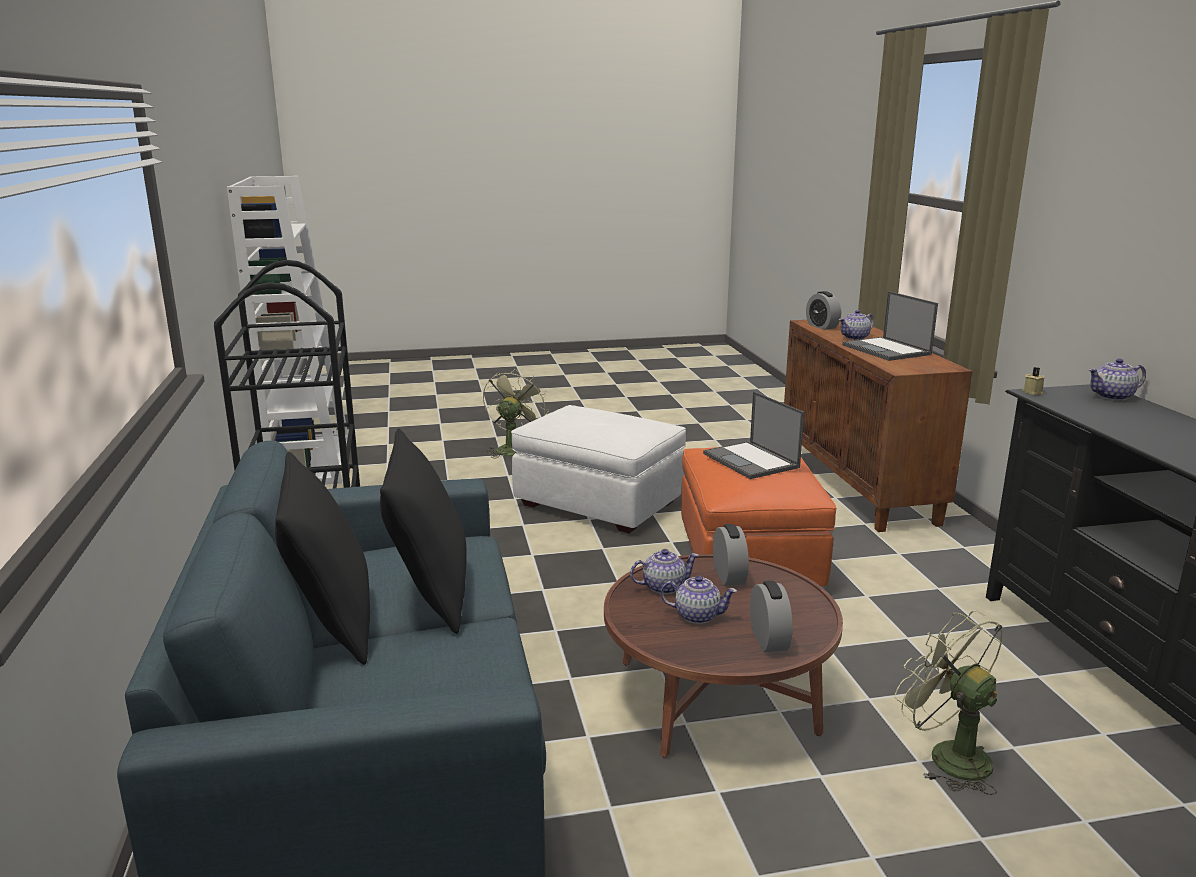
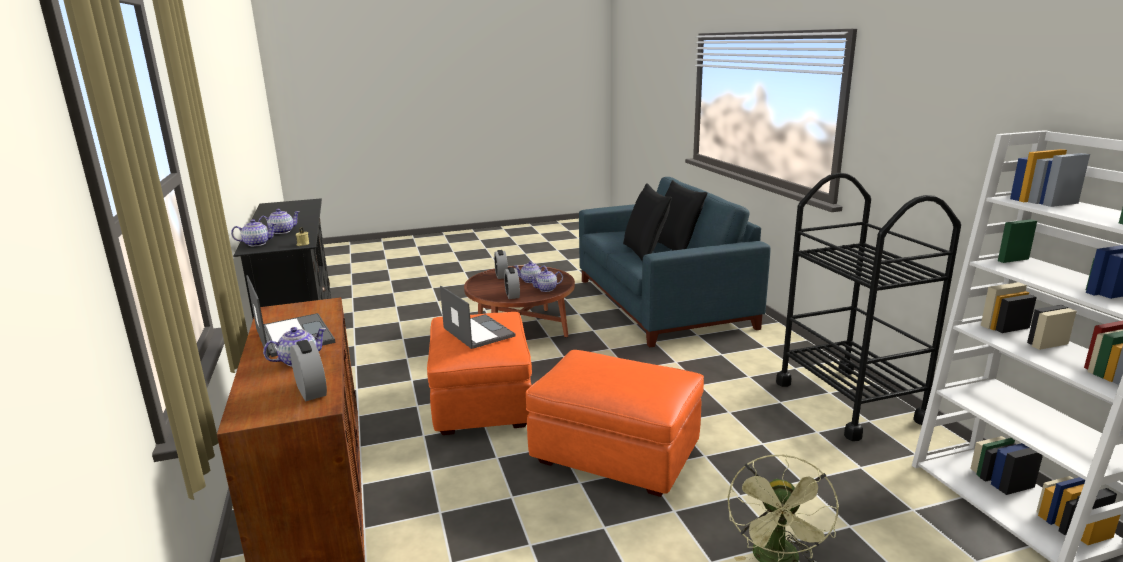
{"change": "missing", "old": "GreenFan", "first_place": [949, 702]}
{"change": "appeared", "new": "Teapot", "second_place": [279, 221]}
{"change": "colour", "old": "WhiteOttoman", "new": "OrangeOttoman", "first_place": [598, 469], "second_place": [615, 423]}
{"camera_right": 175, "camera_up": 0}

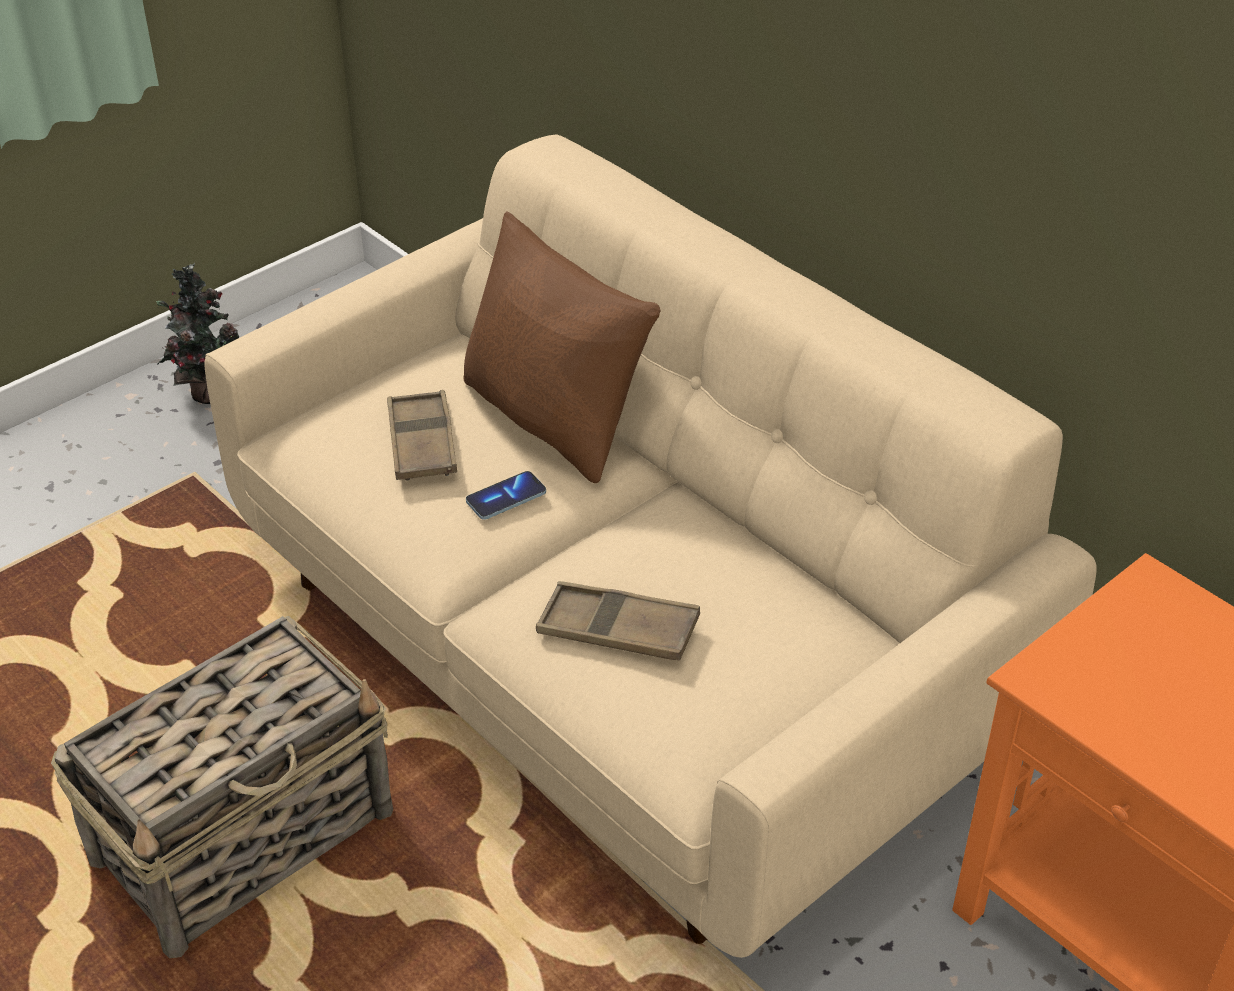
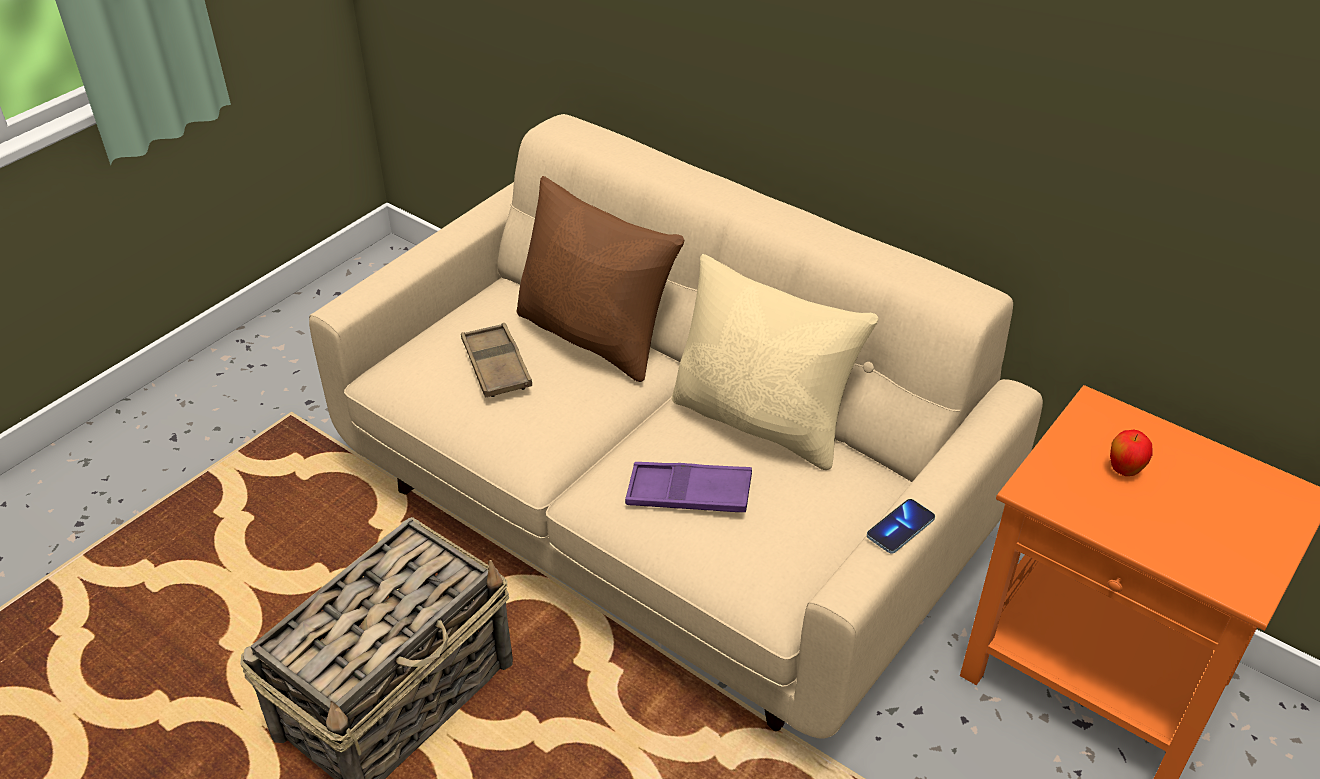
{"change": "missing", "old": "PottedPlant", "first_place": [197, 333]}
{"change": "appeared", "new": "BeigePillow", "second_place": [775, 362]}
{"change": "appeared", "new": "Apple", "second_place": [1131, 452]}
{"change": "relocated", "old": "Phone", "first_place": [506, 495], "second_place": [901, 526]}
{"change": "colour", "old": "BrownTray", "new": "PurpleTray", "first_place": [618, 621], "second_place": [688, 487]}
{"camera_right": -10, "camera_up": 0}

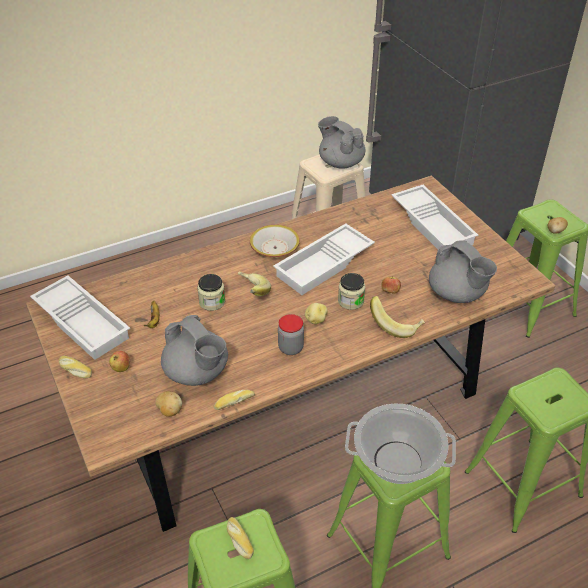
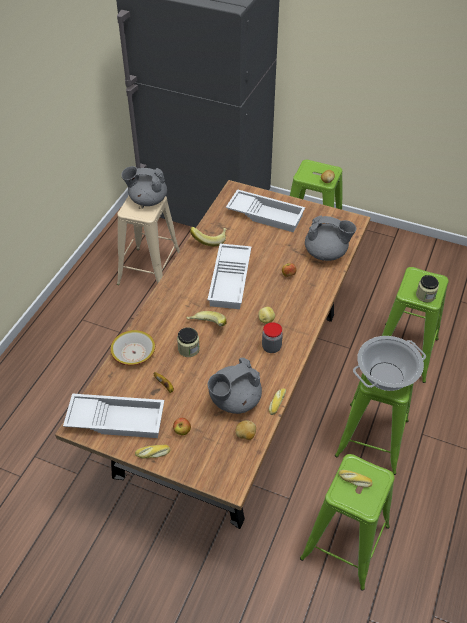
{"change": "relocated", "old": "Bowl", "first_place": [275, 241], "second_place": [132, 347]}
{"change": "relocated", "old": "Jar", "first_place": [351, 291], "second_place": [427, 288]}
{"change": "relocated", "old": "Banana", "first_place": [397, 317], "second_place": [208, 237]}
{"change": "spun", "old": "GreyTeapot", "first_place": [194, 350], "second_place": [234, 386], "degrees": 135}
{"camera_right": -40, "camera_up": 5}

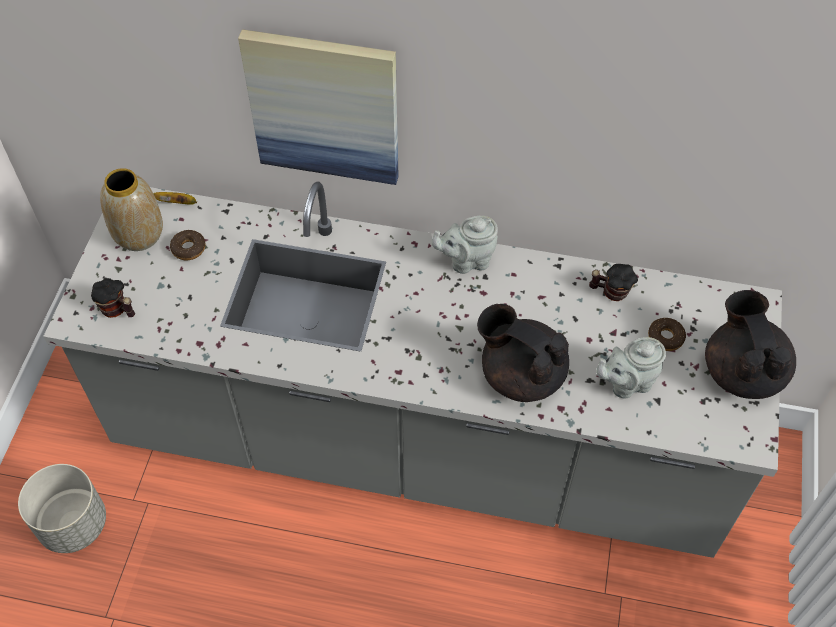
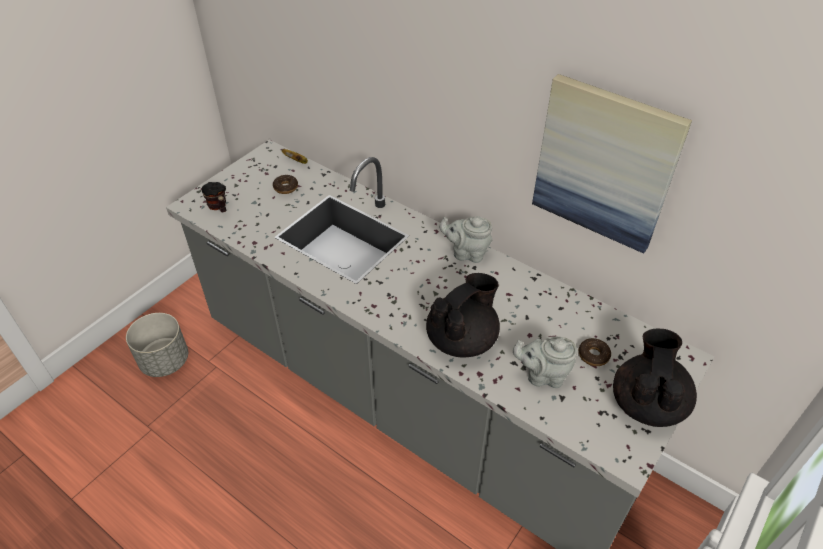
{"change": "missing", "old": "Vase", "first_place": [131, 209]}
{"change": "missing", "old": "Mug", "first_place": [613, 282]}
{"change": "relocated", "old": "Picture", "first_place": [318, 107], "second_place": [612, 164]}
{"change": "spun", "old": "BlackTeapot", "first_place": [523, 353], "second_place": [463, 315], "degrees": 75}
{"camera_right": 25, "camera_up": -10}

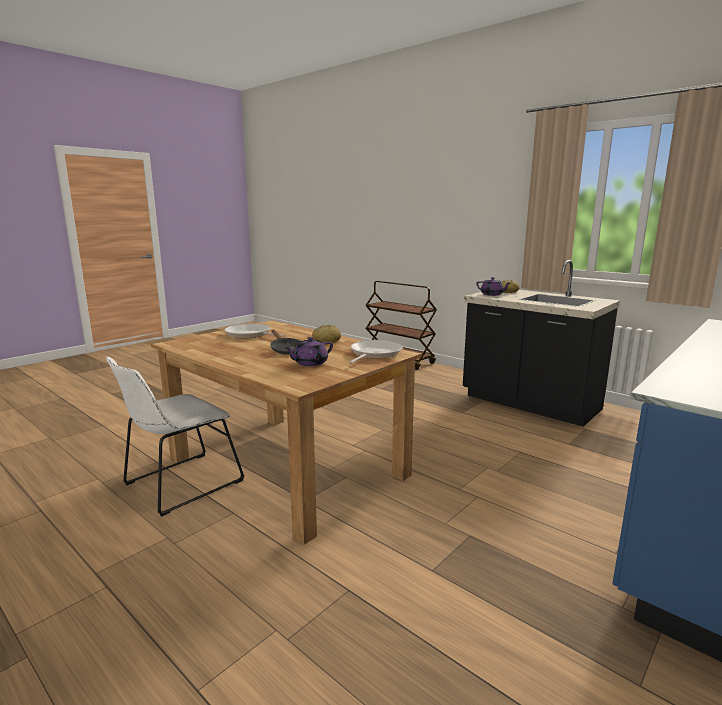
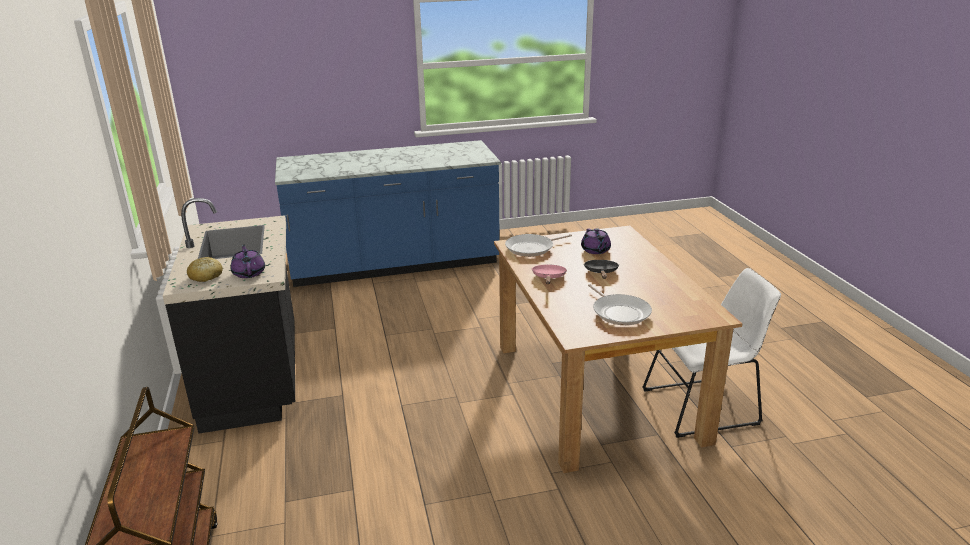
{"change": "exchanged", "old": "Bread", "new": "PinkFryingPan", "first_place": [326, 334], "second_place": [549, 274]}
{"change": "spun", "old": "PurpleTeapot", "first_place": [308, 351], "second_place": [596, 241], "degrees": 75}
{"camera_right": -145, "camera_up": 10}

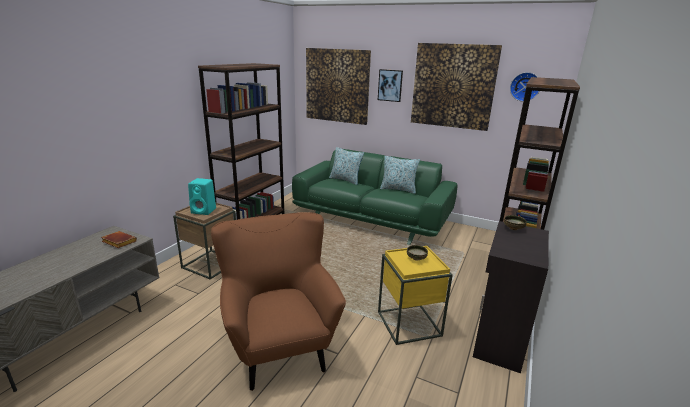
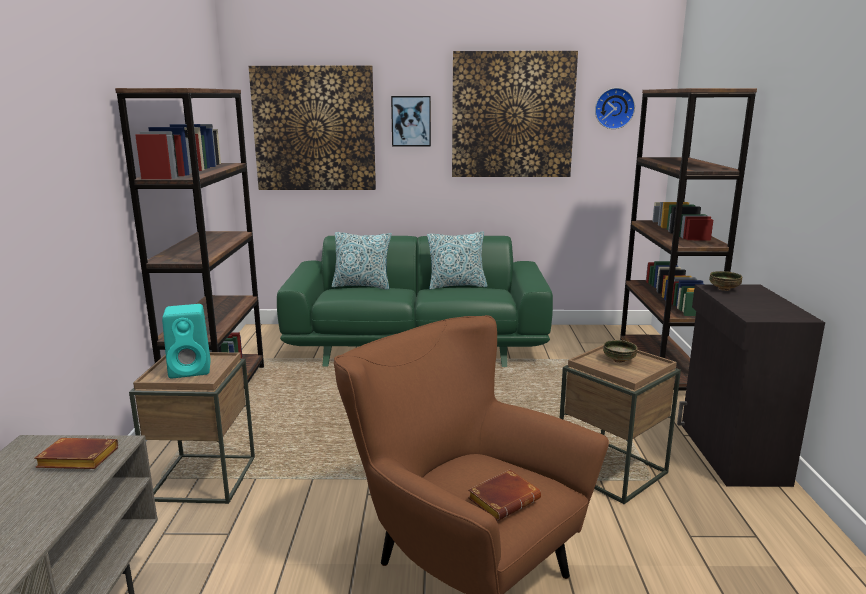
{"change": "appeared", "new": "BrownBook", "second_place": [504, 495]}
{"change": "colour", "old": "YellowSideTable", "new": "BrownSideTable", "first_place": [415, 295], "second_place": [620, 424]}
{"camera_right": -25, "camera_up": -5}

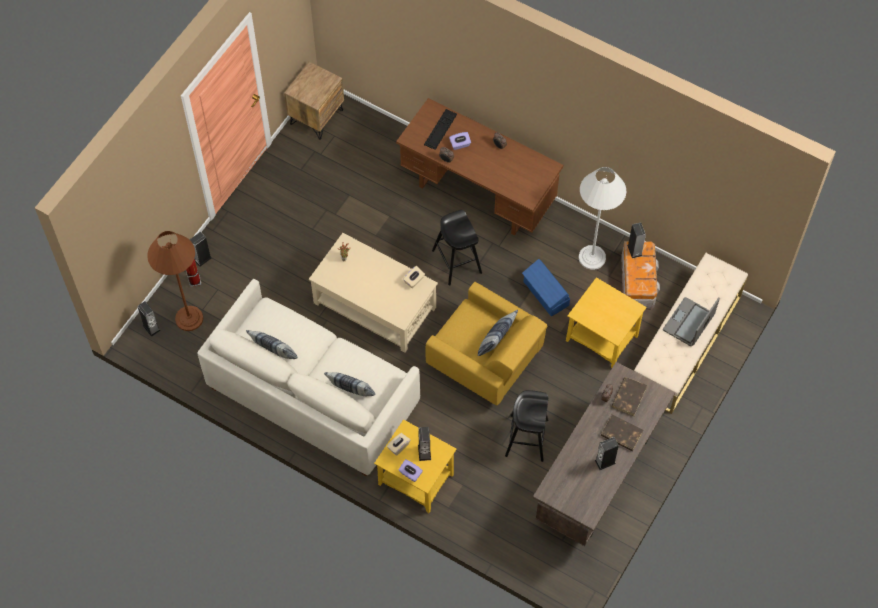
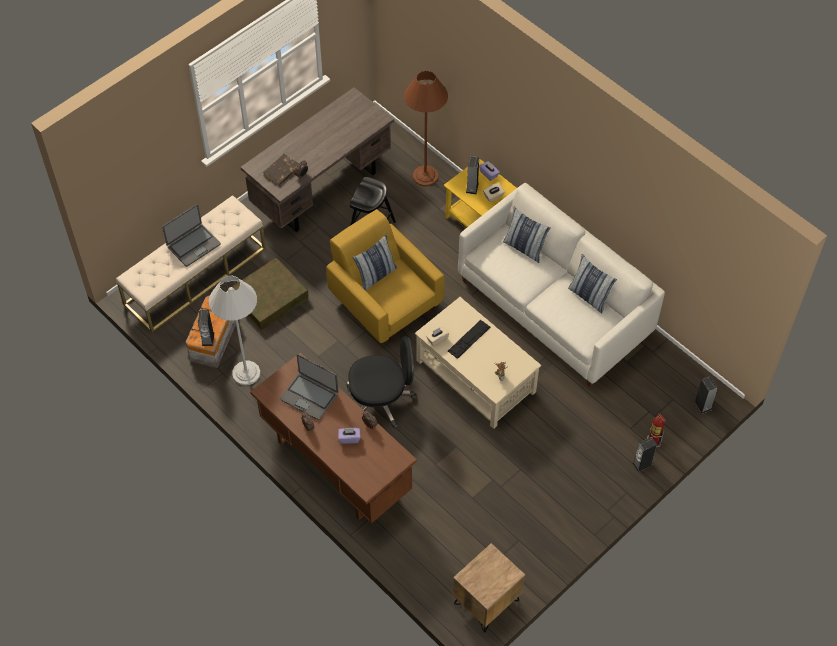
{"change": "missing", "old": "BlueStorageBox", "first_place": [546, 288]}
{"change": "missing", "old": "Speaker", "first_place": [607, 453]}
{"change": "missing", "old": "BrownBook", "first_place": [622, 433]}
{"change": "appeared", "new": "Laptop", "second_place": [309, 387]}
{"change": "relocated", "old": "BrownFloorLamp", "first_place": [175, 281], "second_place": [426, 128]}
{"change": "relocated", "old": "Keyboard", "first_place": [440, 129], "second_place": [469, 339]}
{"change": "exchanged", "old": "BlackStool", "new": "BlackOfficeChair", "first_place": [457, 247], "second_place": [382, 382]}
{"change": "exchanged", "old": "YellowSideTable", "new": "BrownStorageBox", "first_place": [606, 322], "second_place": [270, 294]}
{"camera_right": -165, "camera_up": -5}

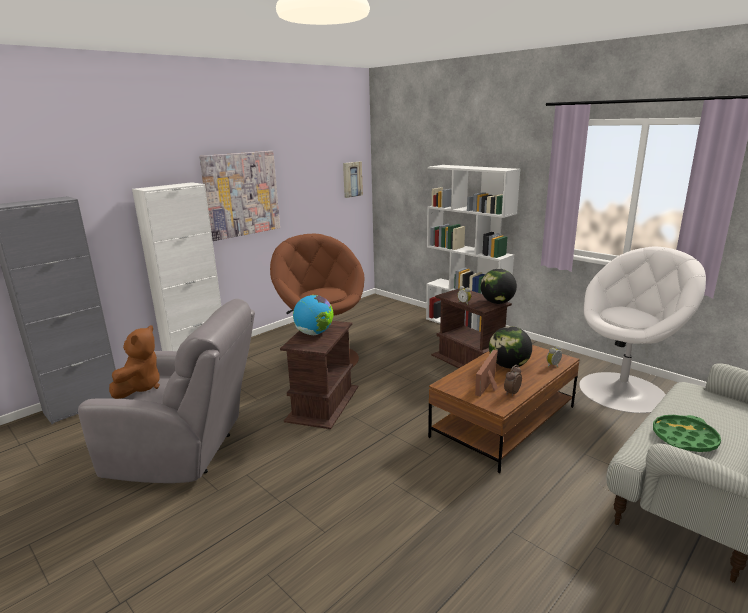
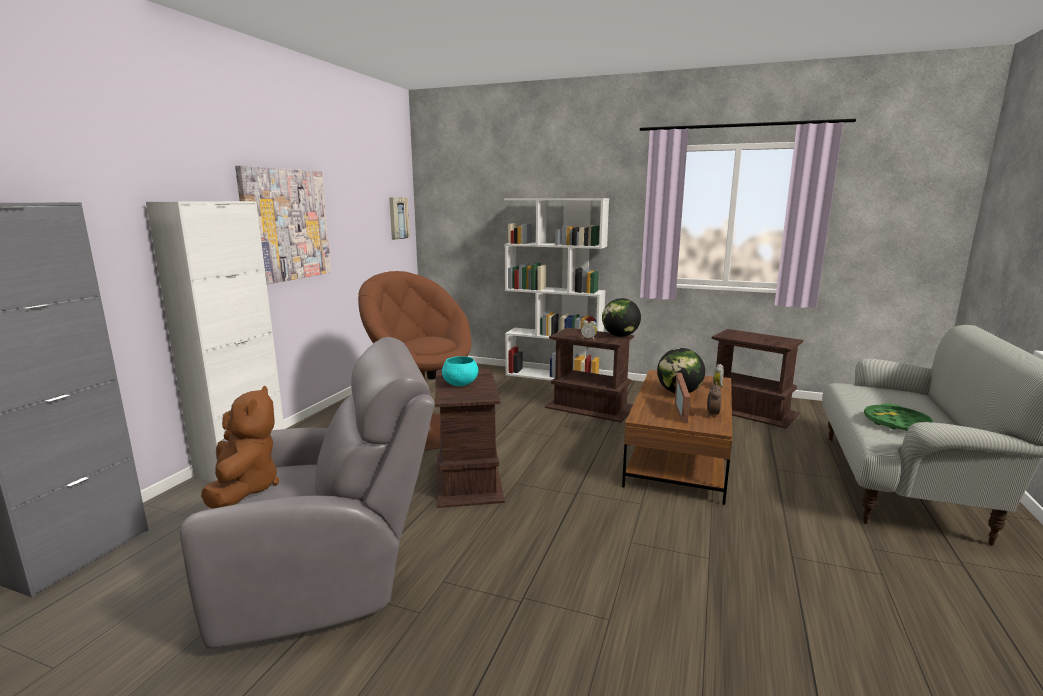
{"change": "exchanged", "old": "Globe", "new": "TurquoiseBowl", "first_place": [313, 315], "second_place": [460, 371]}
{"change": "exchanged", "old": "WhiteArmchair", "new": "BrownSideTable", "first_place": [642, 329], "second_place": [757, 379]}
{"camera_right": -25, "camera_up": -5}

